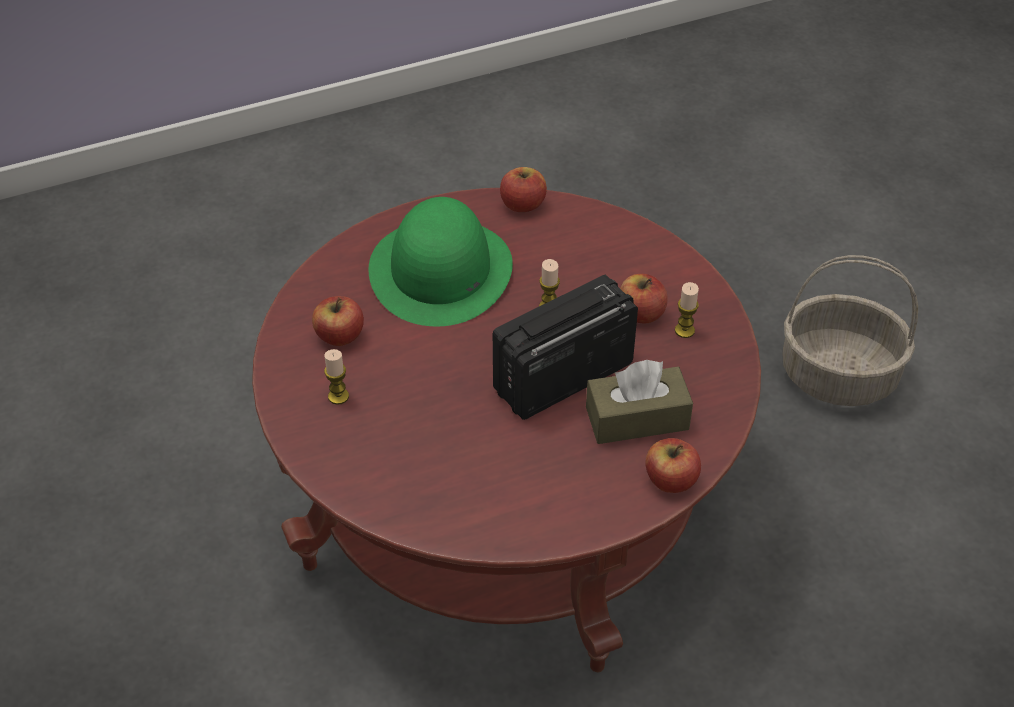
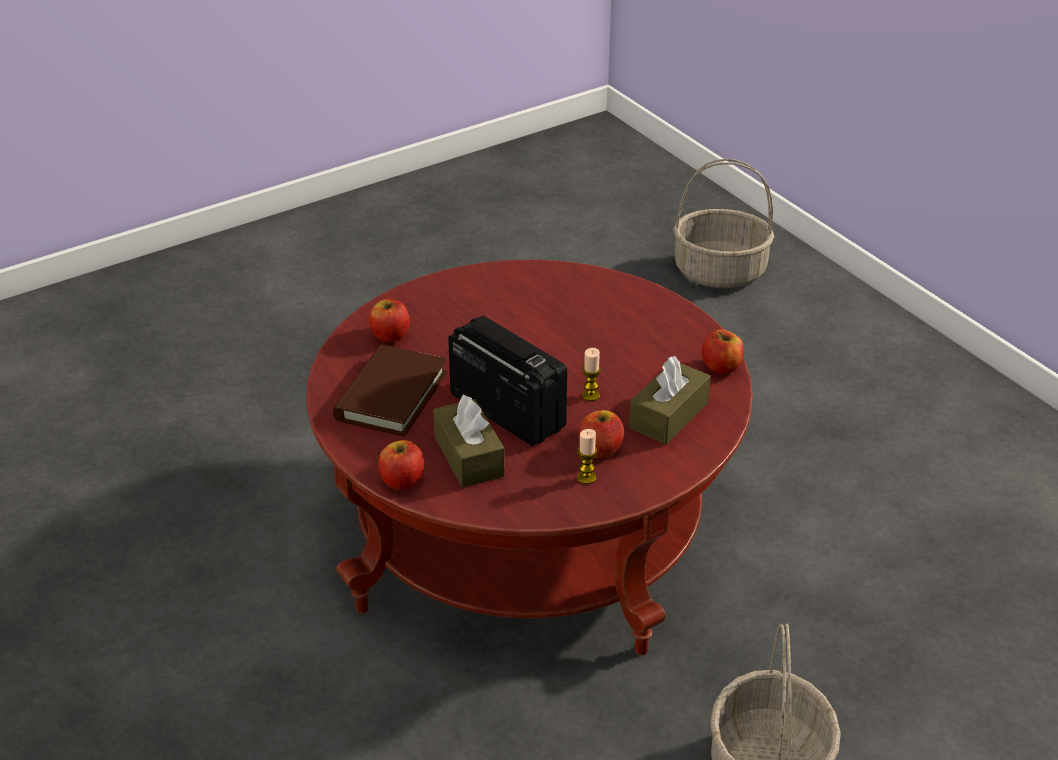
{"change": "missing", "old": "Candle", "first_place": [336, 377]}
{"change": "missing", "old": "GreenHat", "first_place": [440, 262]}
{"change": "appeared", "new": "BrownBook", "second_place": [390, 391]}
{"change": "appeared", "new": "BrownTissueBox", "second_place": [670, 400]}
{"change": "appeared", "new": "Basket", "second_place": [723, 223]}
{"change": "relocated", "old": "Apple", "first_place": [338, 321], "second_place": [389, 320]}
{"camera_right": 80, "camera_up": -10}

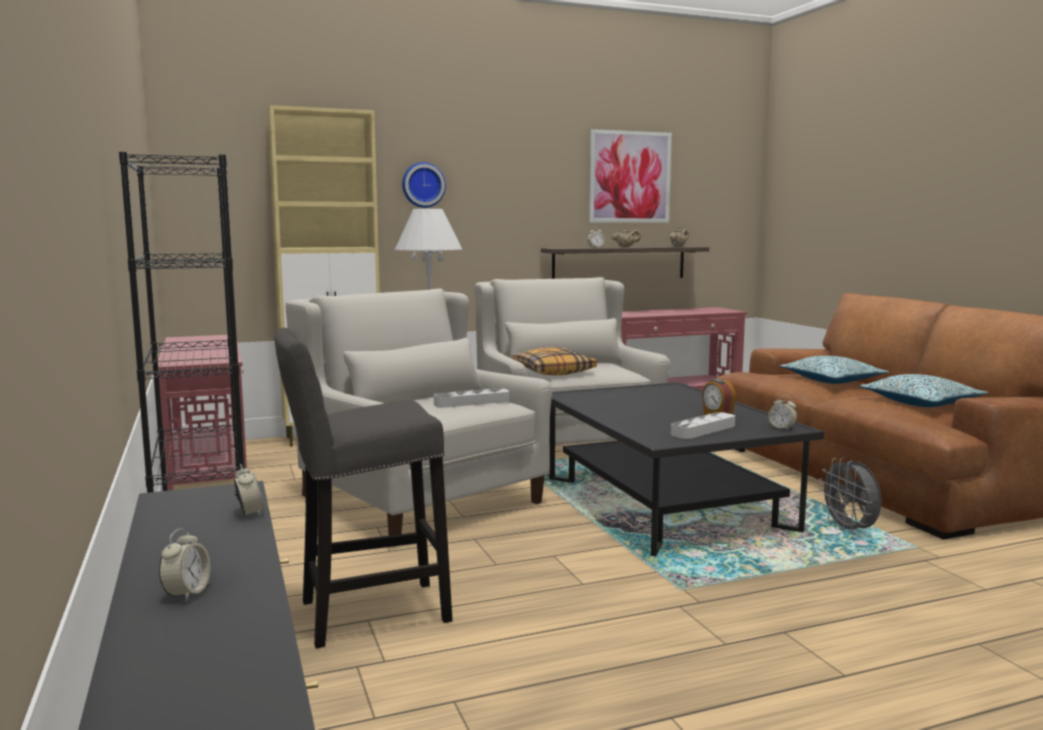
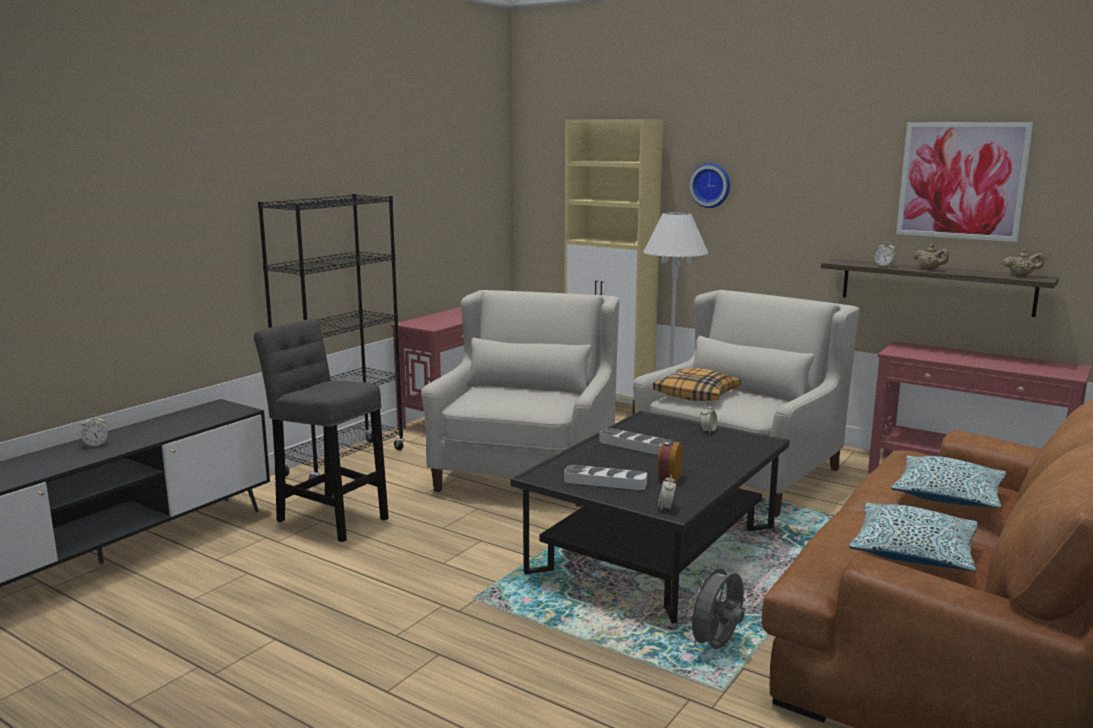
{"change": "relocated", "old": "AlarmClock", "first_place": [249, 490], "second_place": [708, 418]}
{"change": "relocated", "old": "GreyTray", "first_place": [471, 398], "second_place": [632, 441]}
{"camera_right": 55, "camera_up": 5}

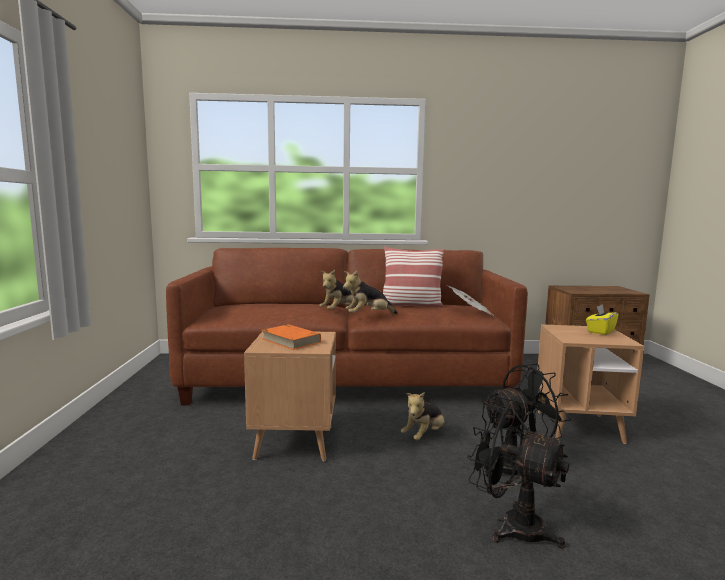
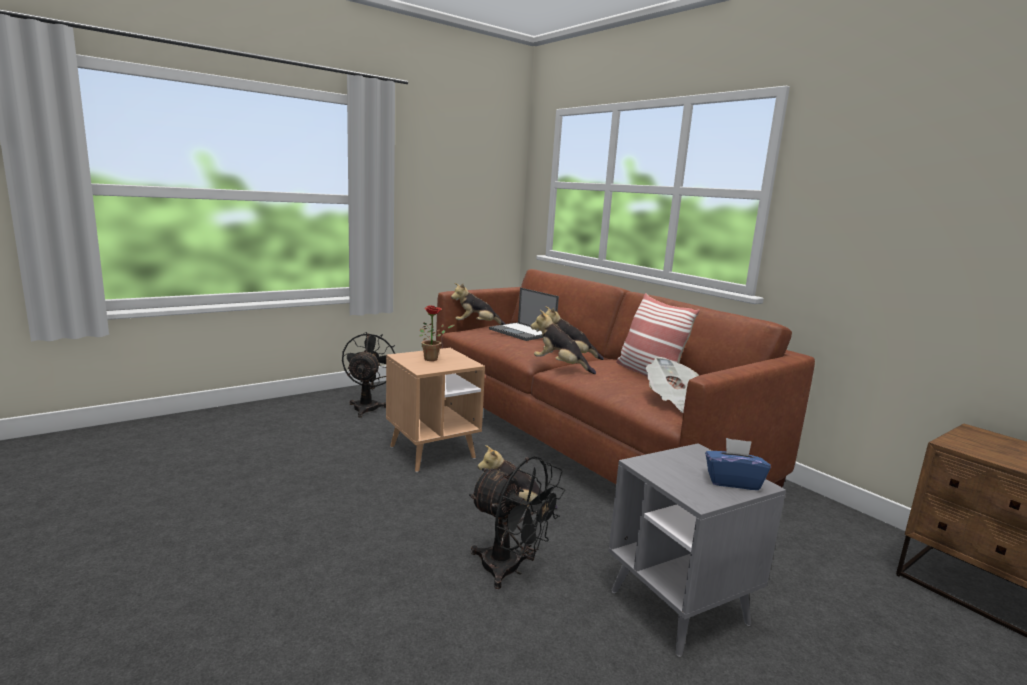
{"change": "appeared", "new": "PlushToy", "second_place": [478, 304]}
{"change": "appeared", "new": "Laptop", "second_place": [524, 314]}
{"change": "relocated", "old": "BlackFan", "first_place": [518, 472], "second_place": [368, 374]}
{"change": "exchanged", "old": "OrangeBook", "new": "PottedPlant", "first_place": [291, 337], "second_place": [436, 333]}
{"change": "colour", "old": "BrownSideTable", "new": "GreySideTable", "first_place": [590, 384], "second_place": [697, 550]}
{"change": "colour", "old": "YellowTissueBox", "new": "BlueTissueBox", "first_place": [602, 319], "second_place": [738, 464]}
{"camera_right": 55, "camera_up": 5}

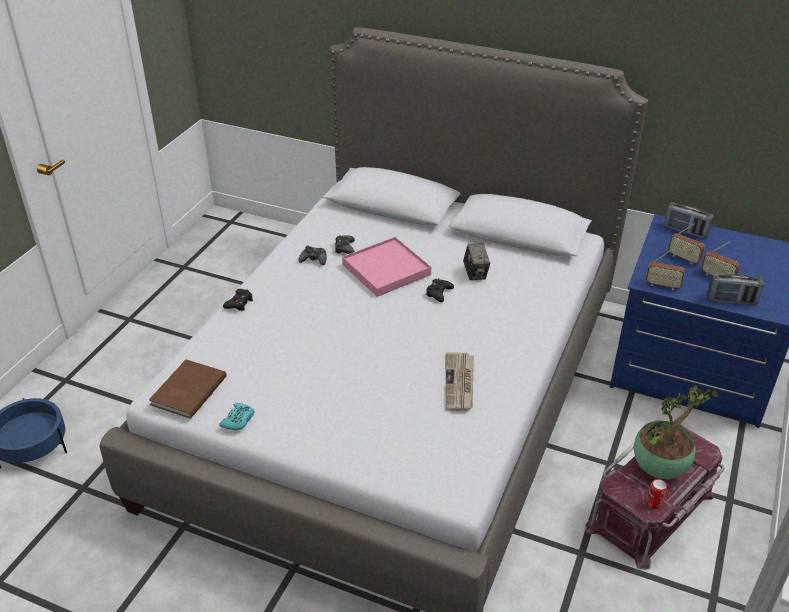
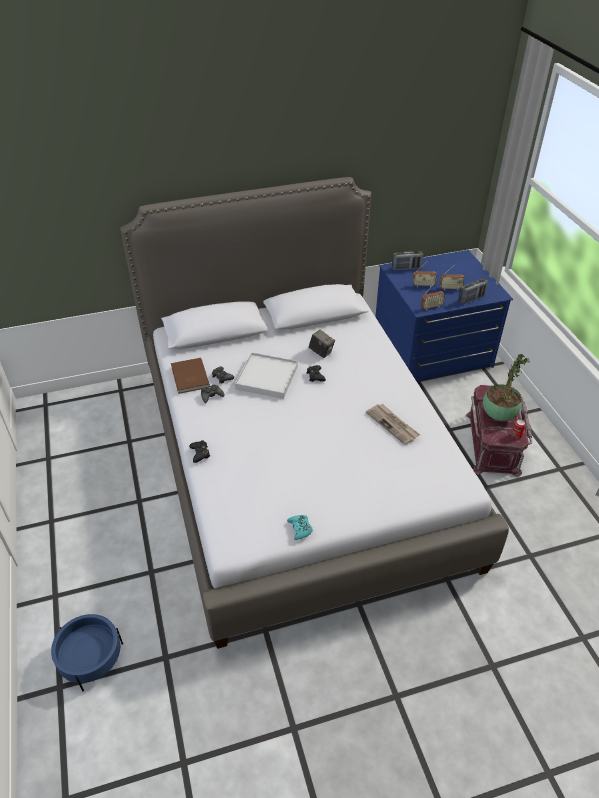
{"change": "relocated", "old": "BrownBook", "first_place": [188, 389], "second_place": [190, 376]}
{"change": "colour", "old": "PinkTray", "new": "WhiteTray", "first_place": [386, 267], "second_place": [266, 375]}
{"camera_right": -40, "camera_up": 5}

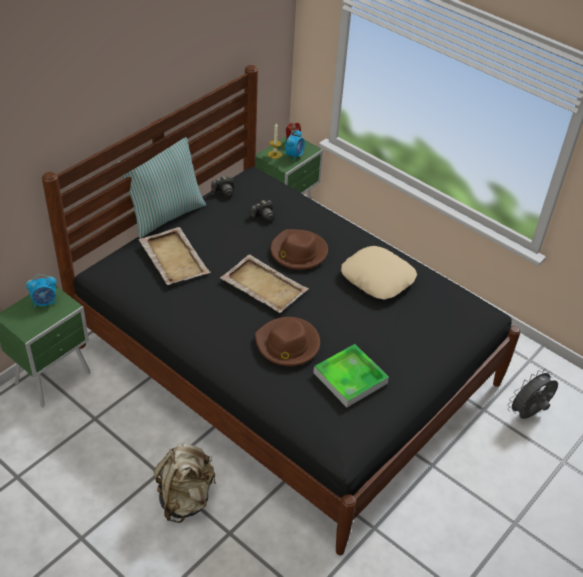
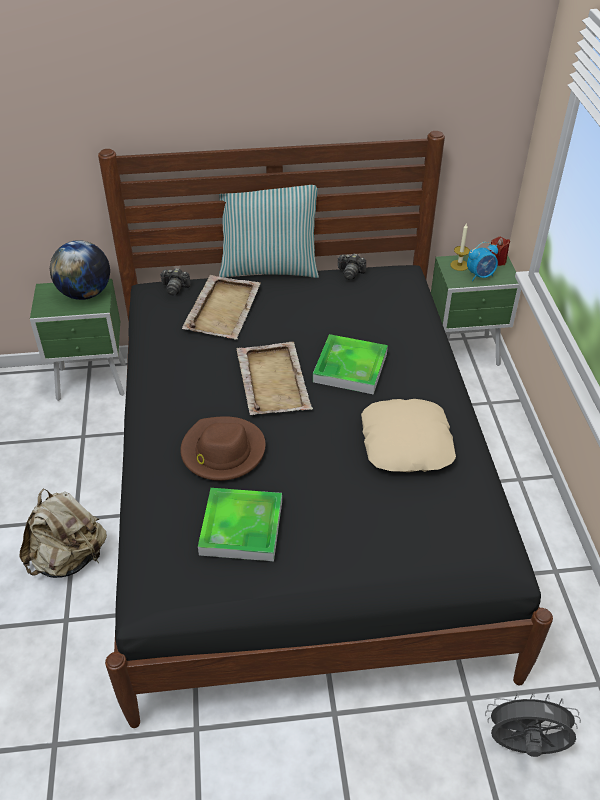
{"change": "relocated", "old": "PhotoCamera", "first_place": [262, 211], "second_place": [175, 282]}
{"change": "exchanged", "old": "AlarmClock", "new": "Globe", "first_place": [41, 291], "second_place": [80, 270]}
{"change": "exchanged", "old": "BrownHat", "new": "Tray", "first_place": [299, 249], "second_place": [350, 364]}
{"camera_right": 45, "camera_up": 0}

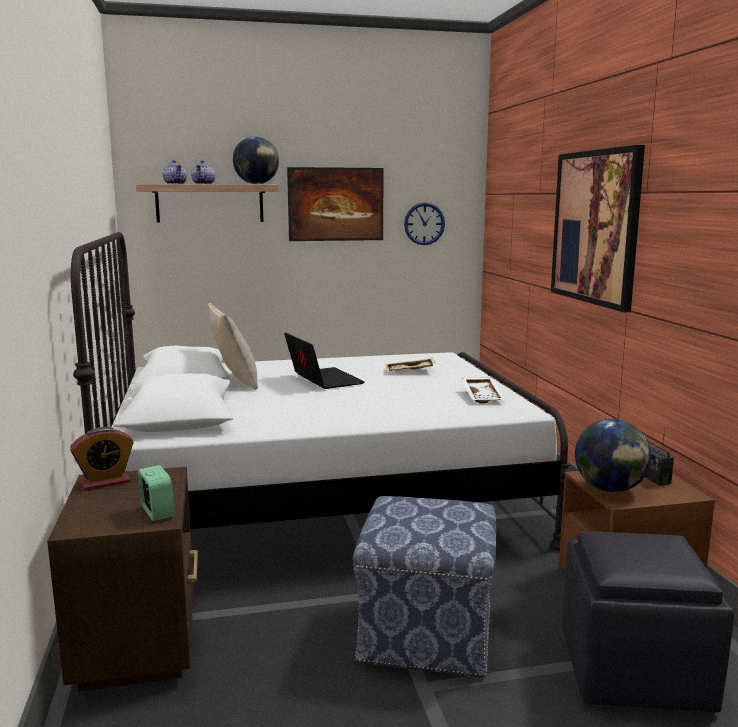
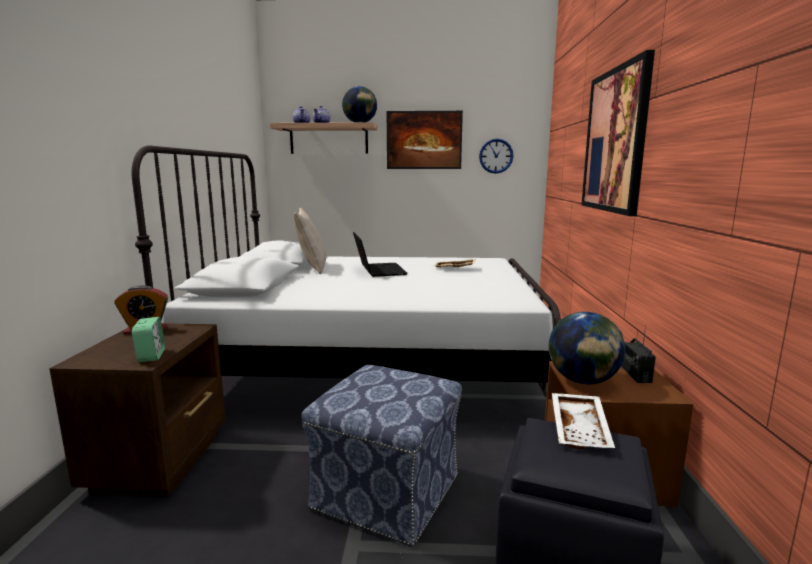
{"change": "relocated", "old": "WhiteTray", "first_place": [483, 391], "second_place": [583, 421]}
{"camera_right": 15, "camera_up": 0}

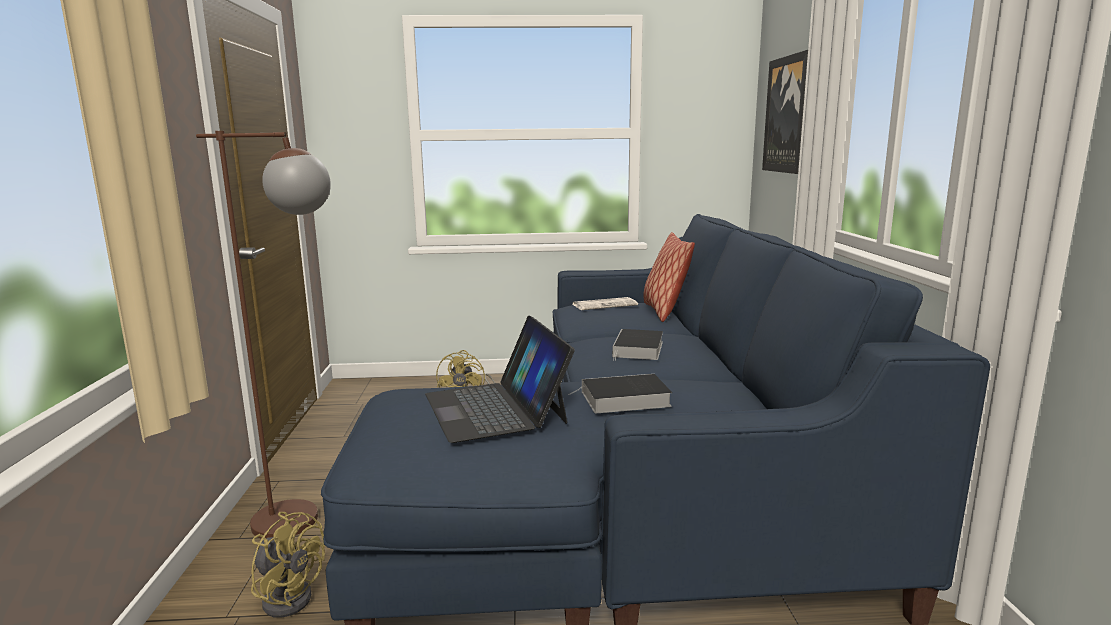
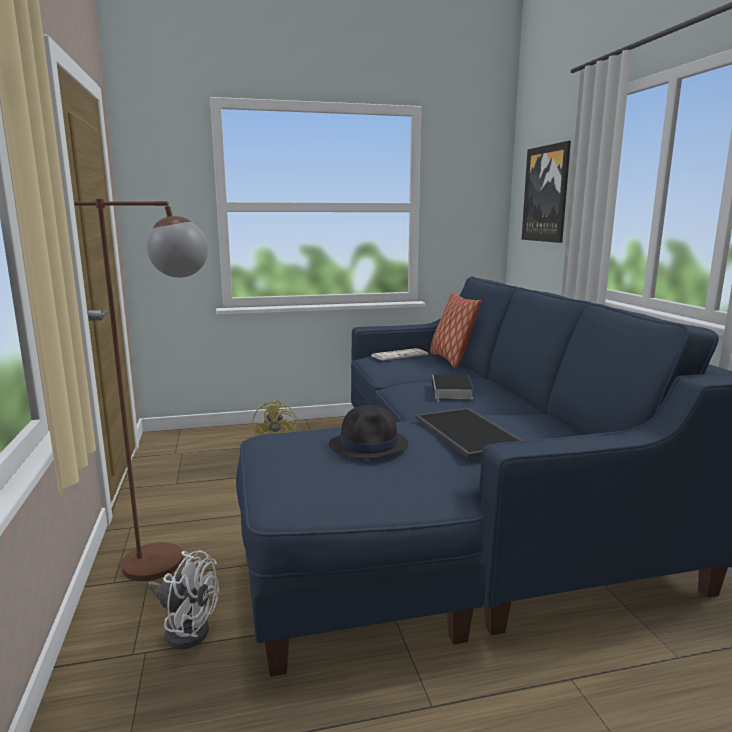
{"change": "exchanged", "old": "Laptop", "new": "BlackHat", "first_place": [500, 379], "second_place": [368, 432]}
{"change": "exchanged", "old": "Book", "new": "Tray", "first_place": [620, 393], "second_place": [469, 433]}
{"change": "colour", "old": "YellowFan", "new": "WhiteFan", "first_place": [288, 565], "second_place": [183, 599]}
{"camera_right": -10, "camera_up": 0}

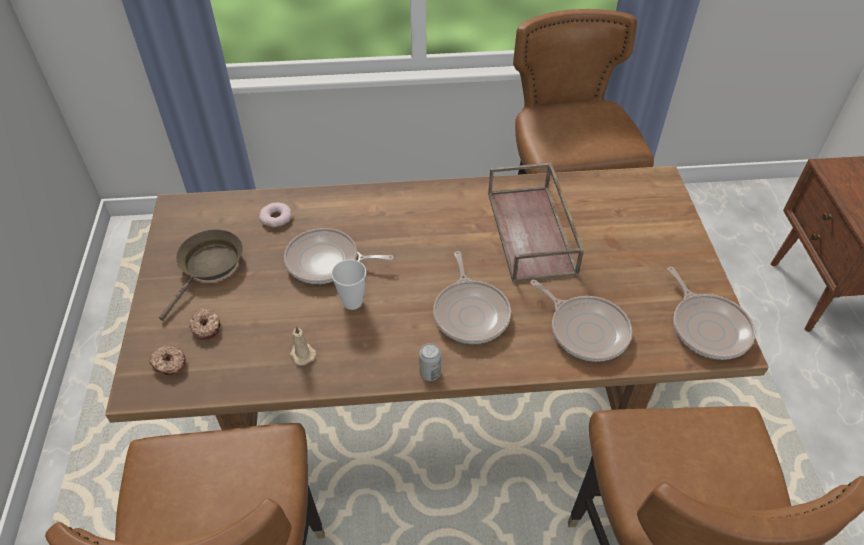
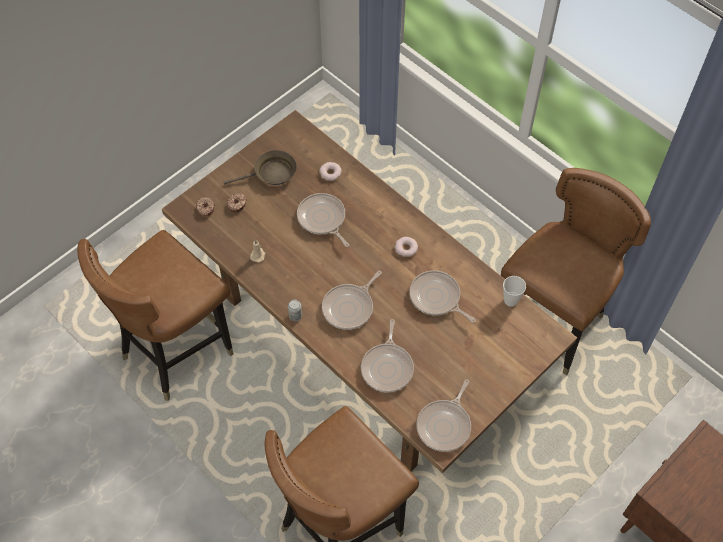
{"change": "appeared", "new": "Donut", "second_place": [406, 247]}
{"change": "relocated", "old": "Cup", "first_place": [348, 285], "second_place": [514, 291]}
{"change": "exchanged", "old": "BrownTray", "new": "FryingPan", "first_place": [536, 222], "second_place": [442, 296]}
{"camera_right": 50, "camera_up": 10}

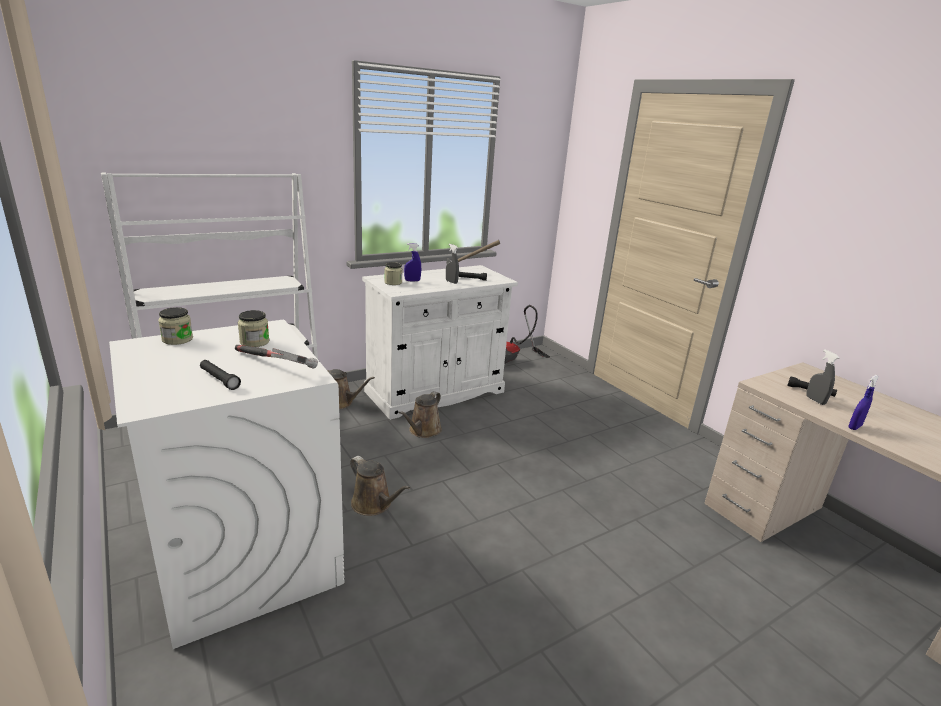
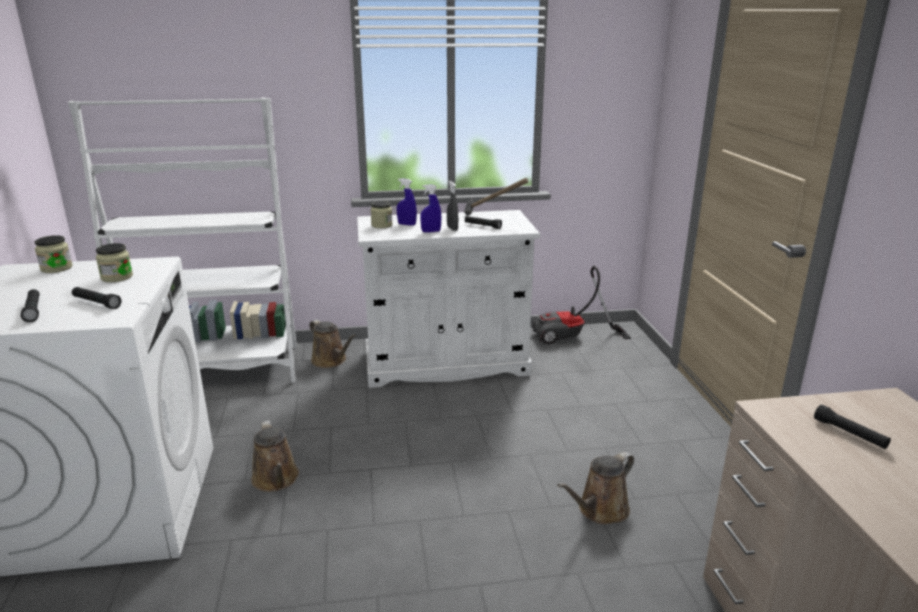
{"change": "missing", "old": "GreySprayBottle", "first_place": [822, 377]}
{"change": "relocated", "old": "BrownWateringCan", "first_place": [420, 414], "second_place": [595, 488]}
{"change": "relocated", "old": "BlueSprayBottle", "first_place": [863, 402], "second_place": [430, 208]}
{"change": "exchanged", "old": "Hammer", "new": "BlackFlashlight", "first_place": [276, 356], "second_place": [96, 298]}
{"camera_right": 25, "camera_up": 0}

